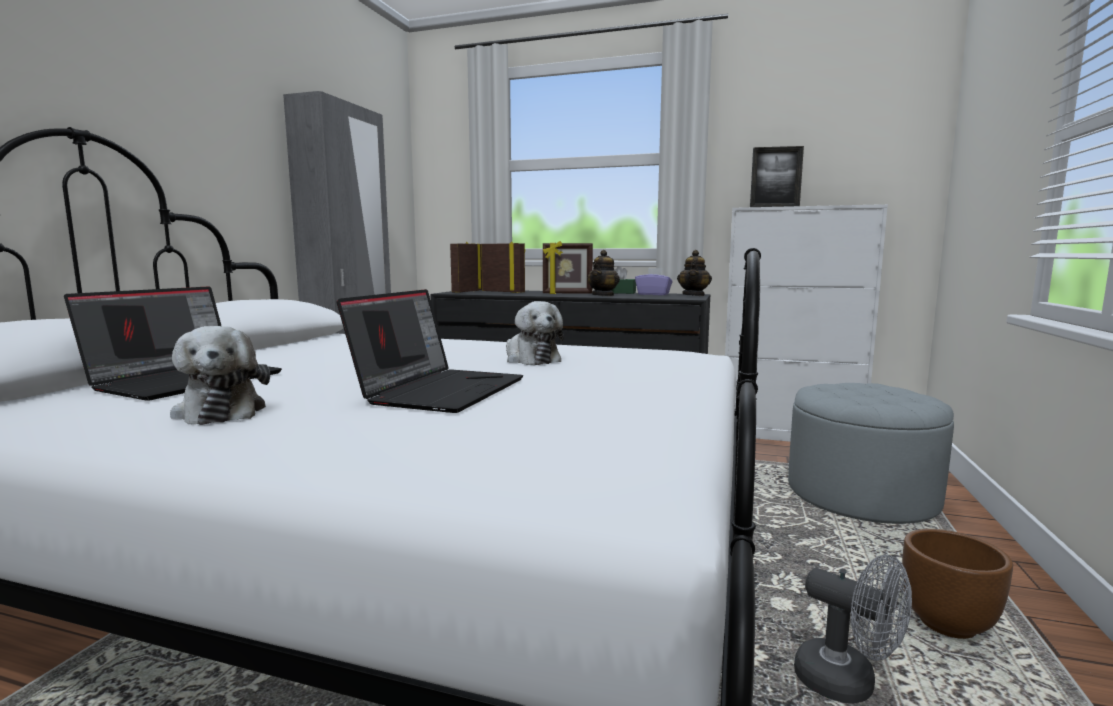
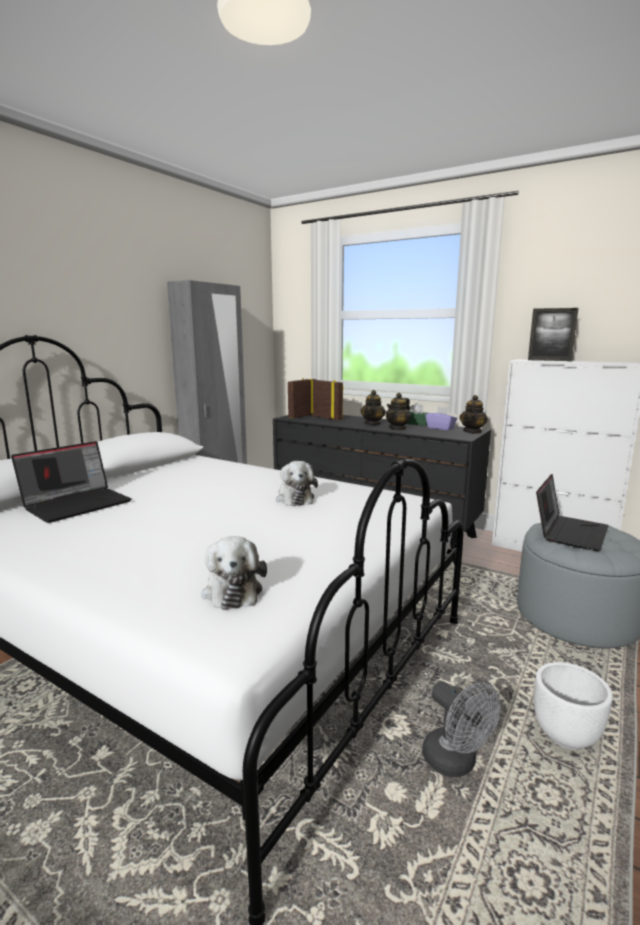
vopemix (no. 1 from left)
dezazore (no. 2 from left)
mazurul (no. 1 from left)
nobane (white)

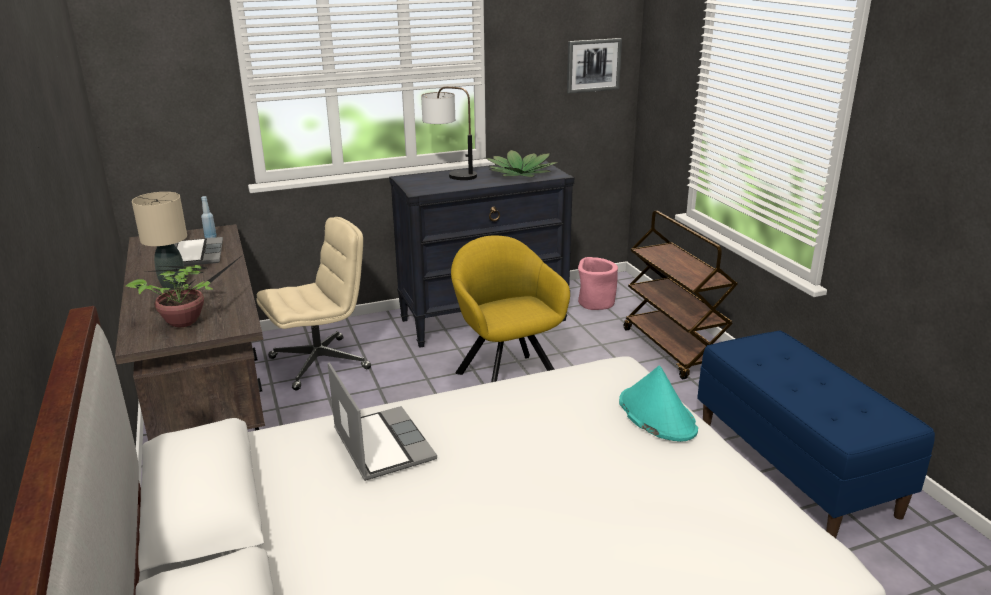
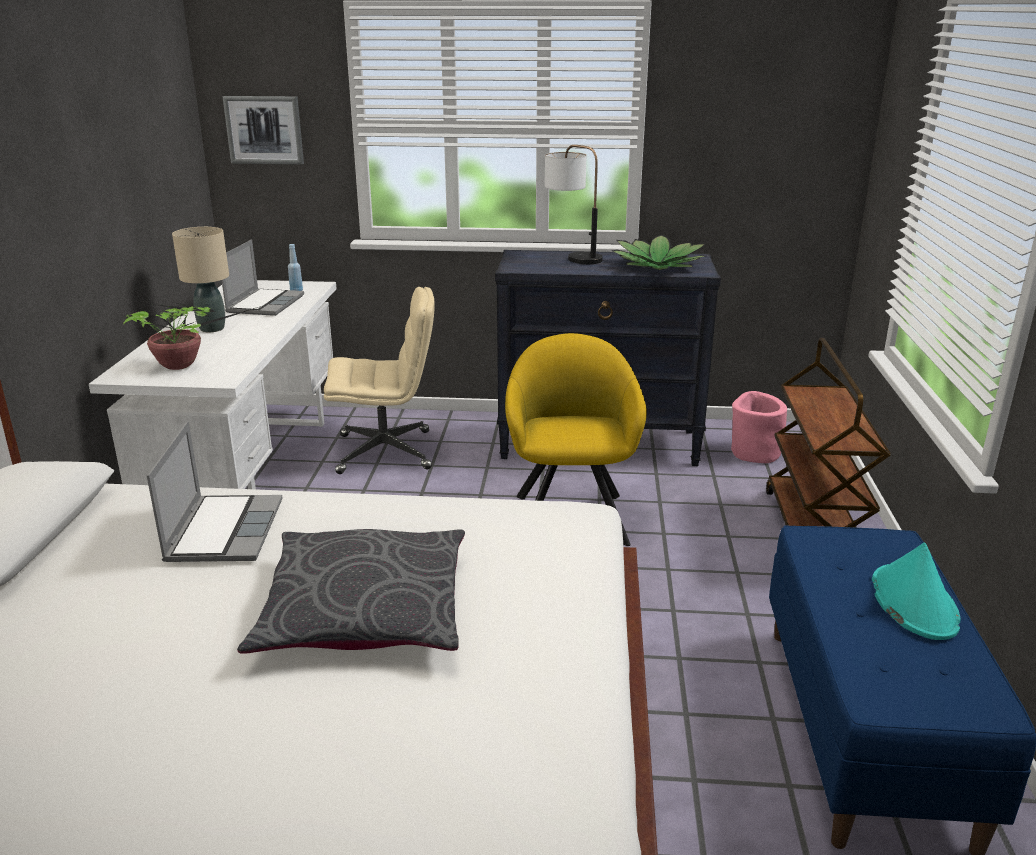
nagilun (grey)
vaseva
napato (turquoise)
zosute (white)

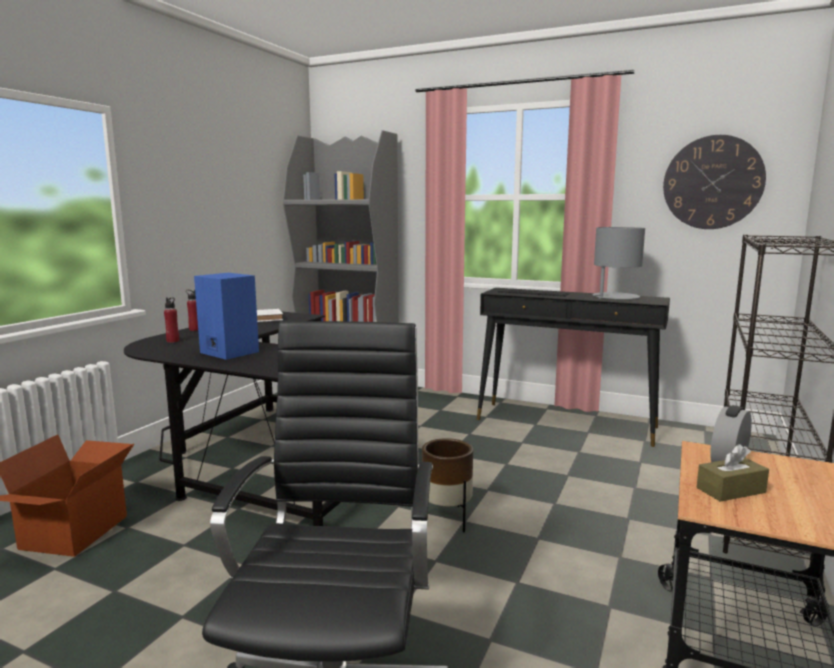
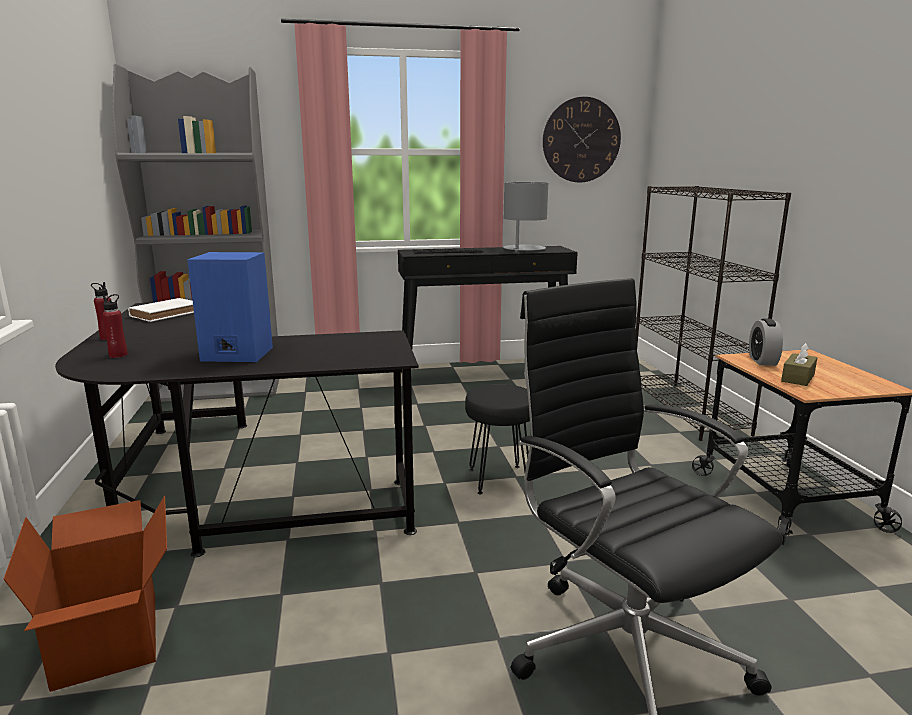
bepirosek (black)

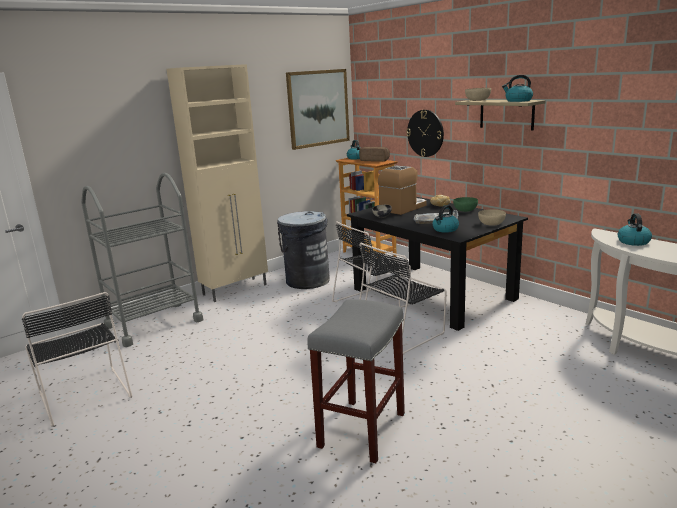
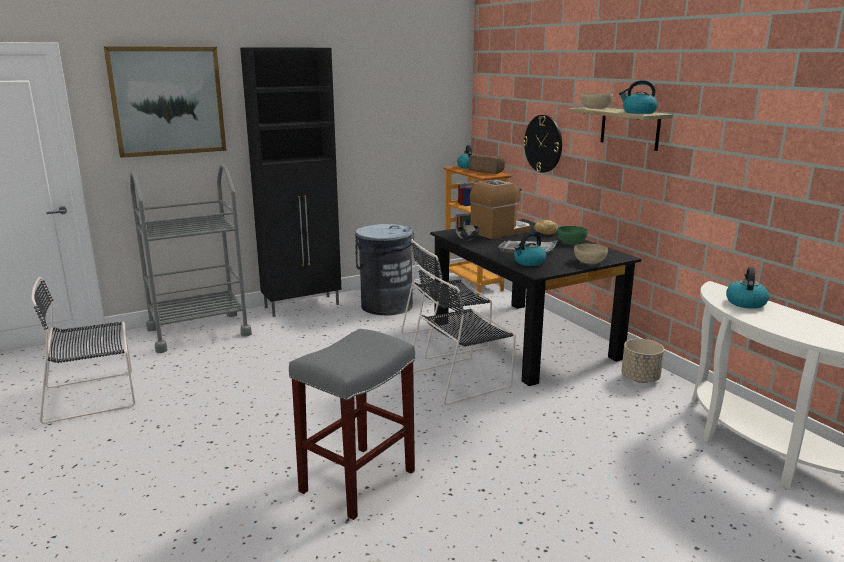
nobane (beige)
vaseva
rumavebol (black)
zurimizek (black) (no. 1 from left)

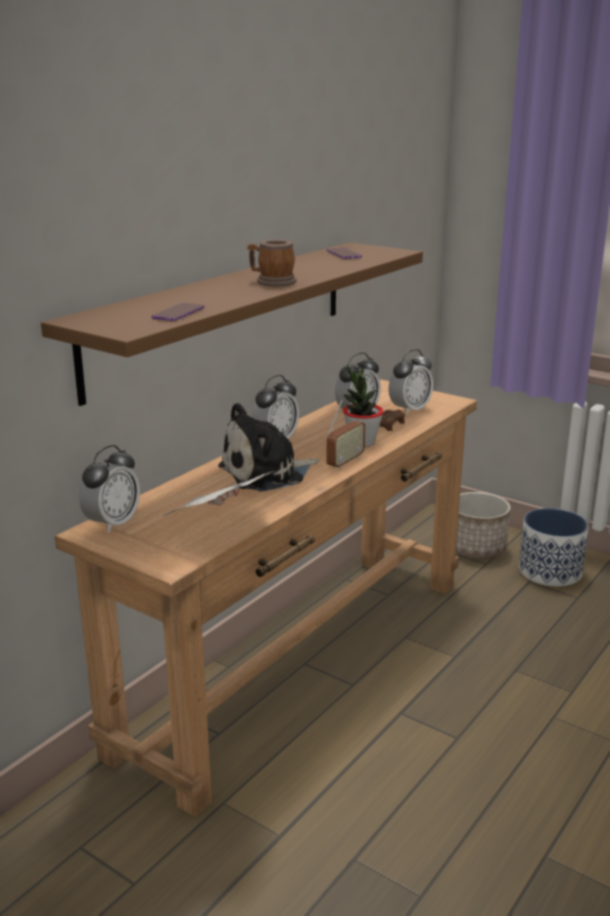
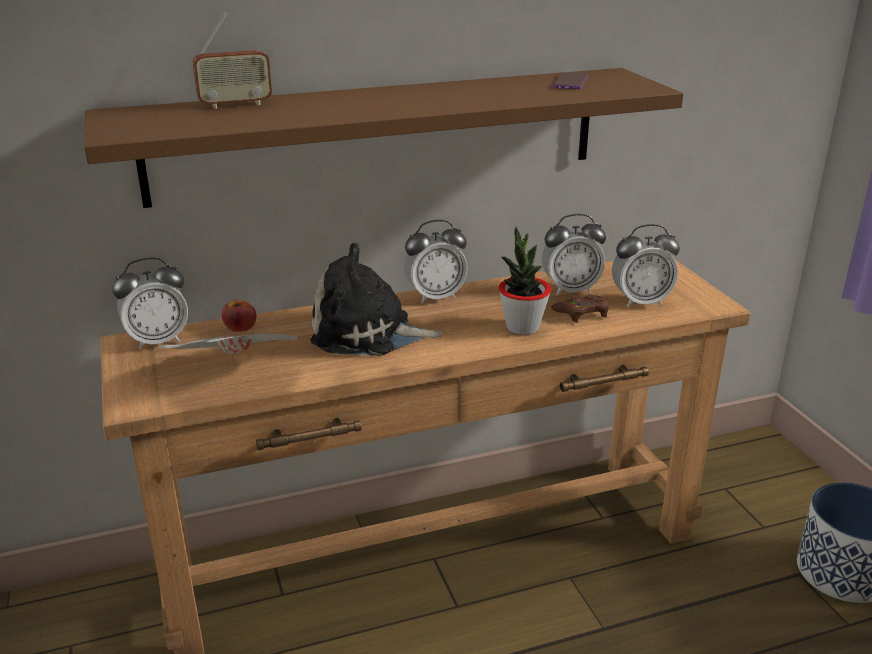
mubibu (no. 1 from left in the first image)
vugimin
nobane (no. 1 from left in the first image)
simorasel
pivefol

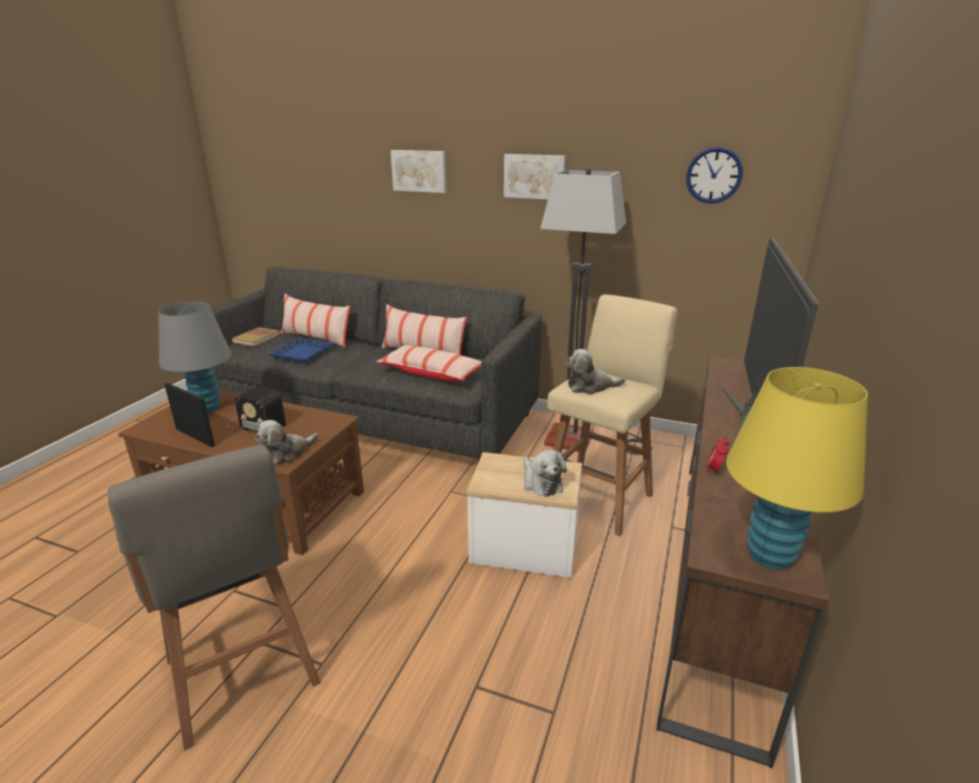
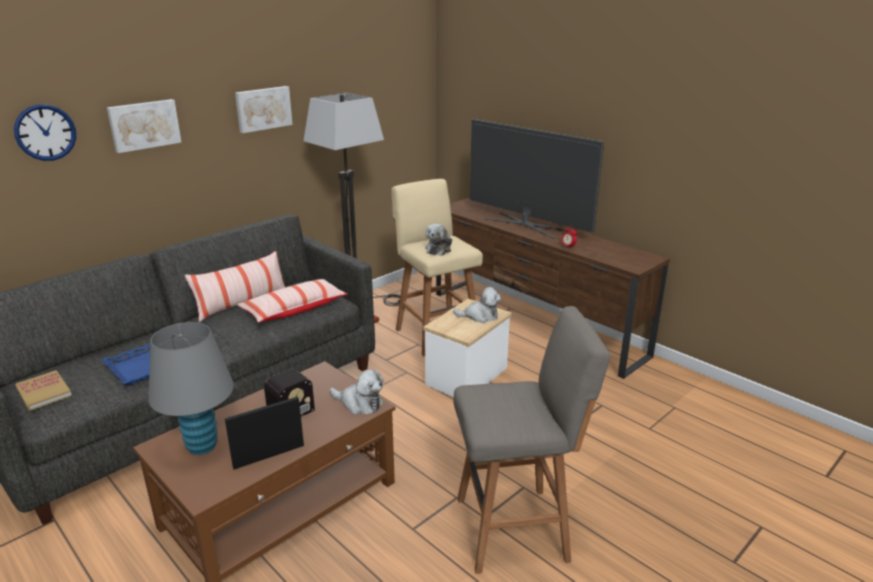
nagilun (no. 1 from left in the first image)
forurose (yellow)
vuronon
vopemix (no. 1 from left)

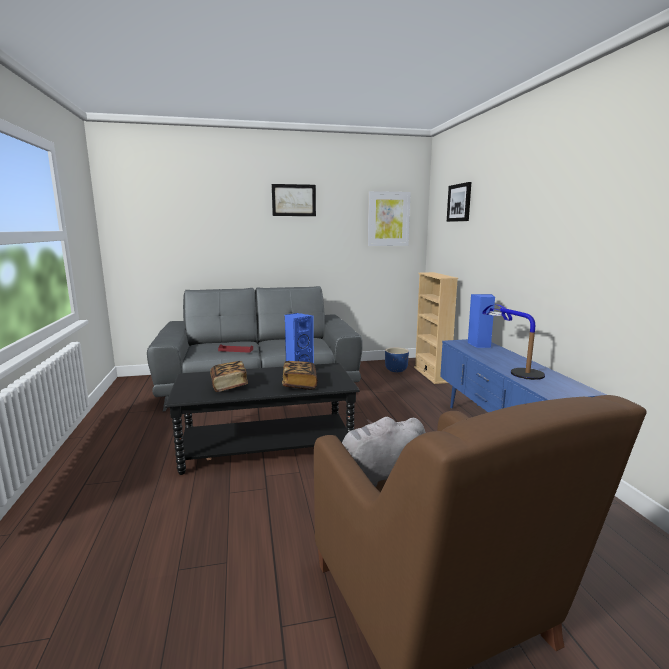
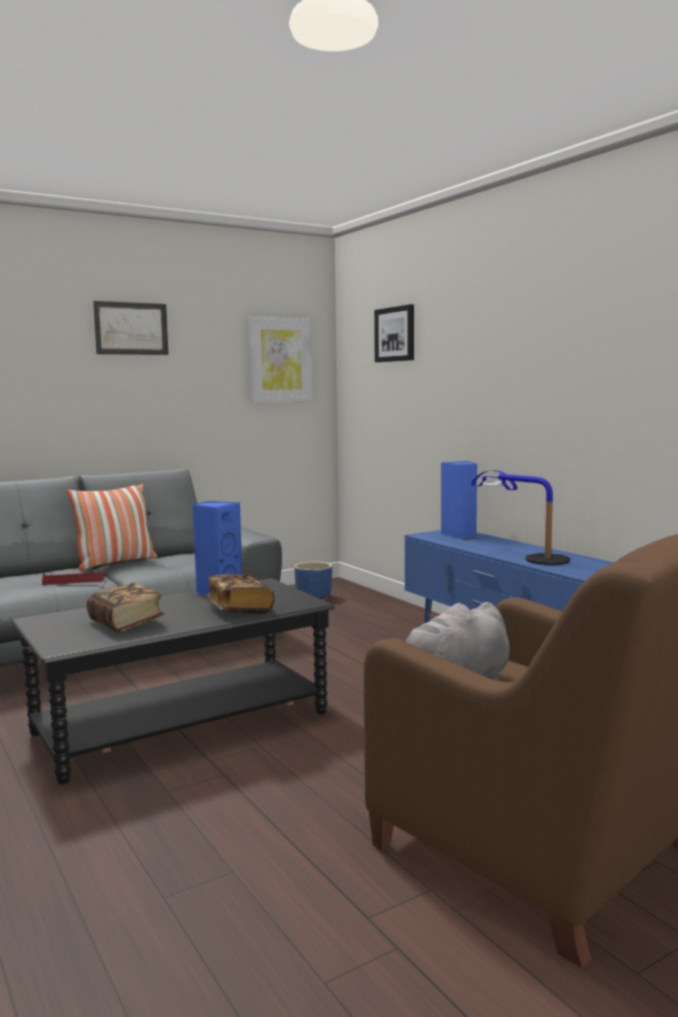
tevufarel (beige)
nagilun

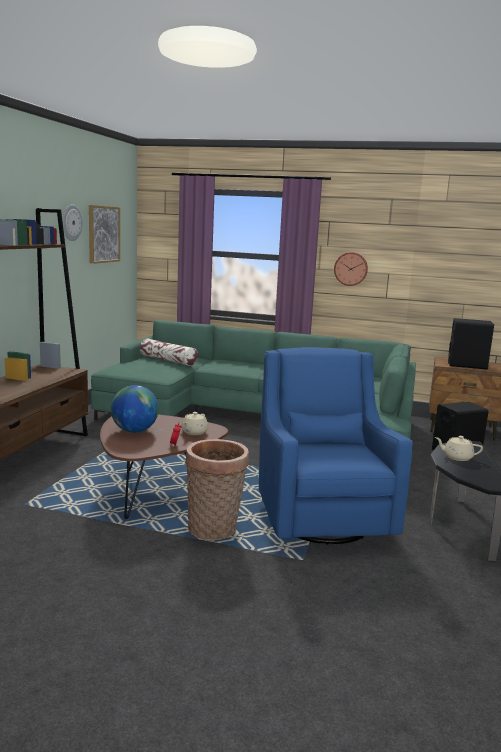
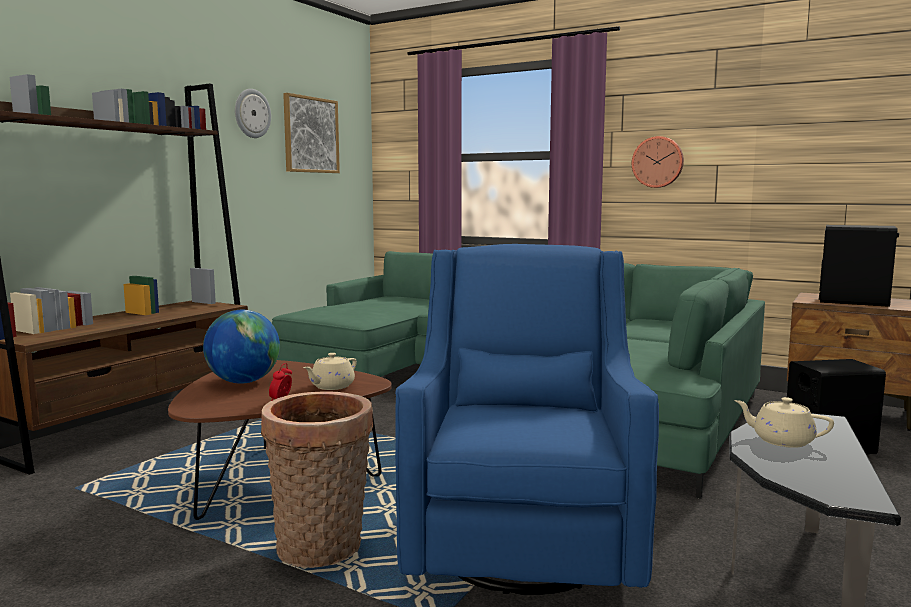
nagilun

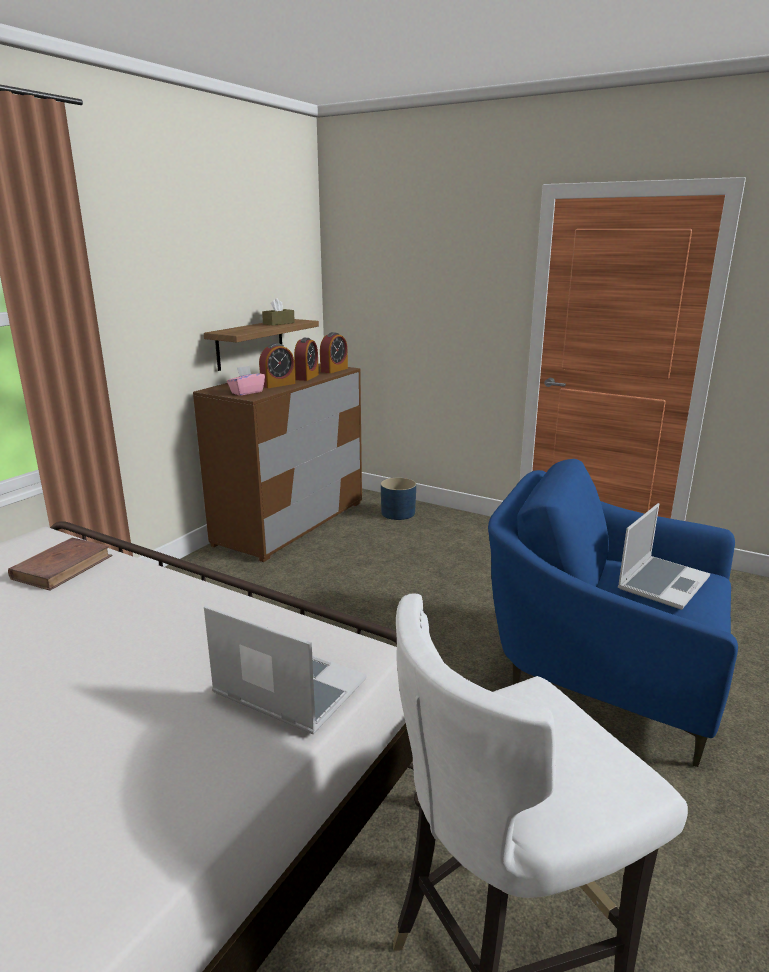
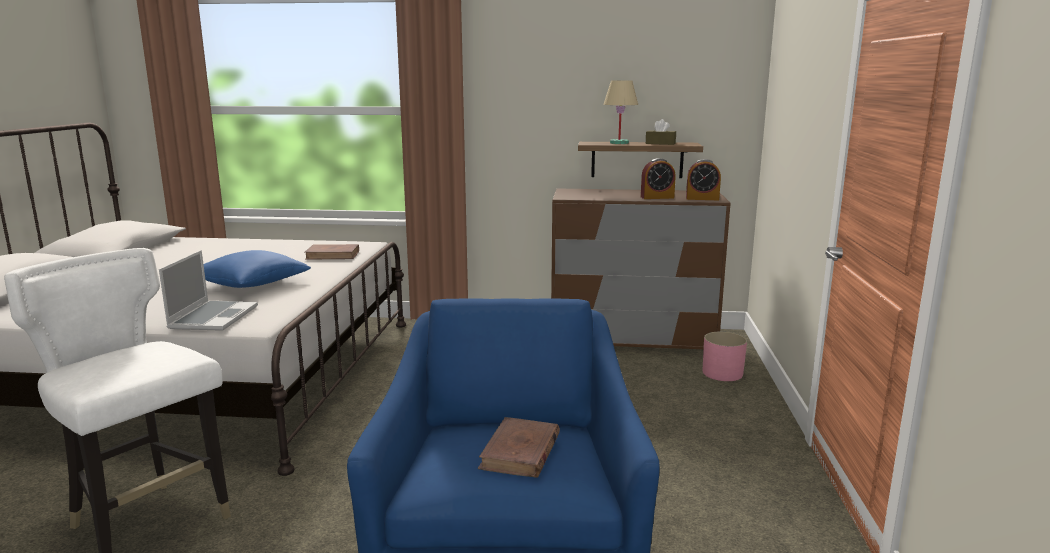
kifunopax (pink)
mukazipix (no. 1 from left in the first image)
nagilun (blue)
forurose (beige)
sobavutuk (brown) (no. 2 from left)
nobane (pink)

